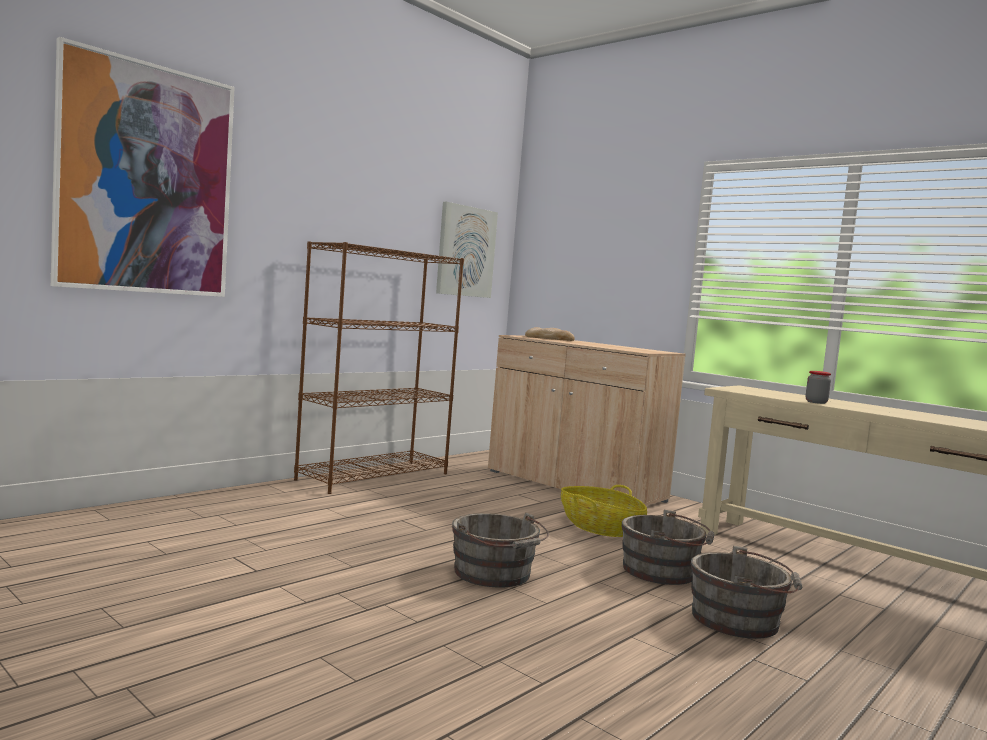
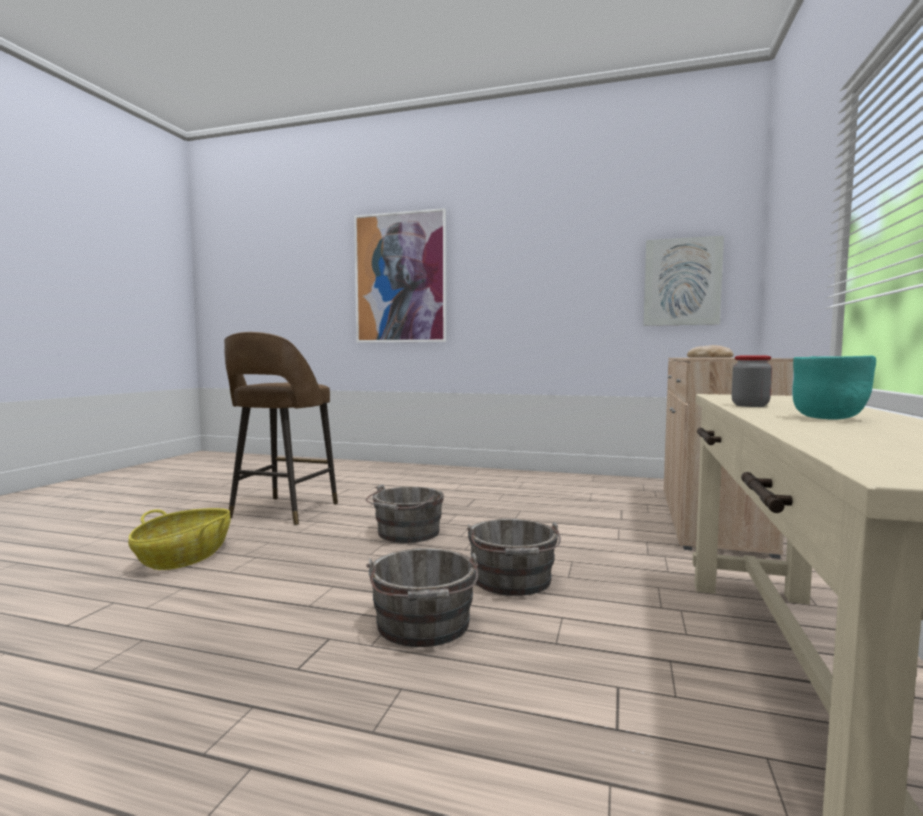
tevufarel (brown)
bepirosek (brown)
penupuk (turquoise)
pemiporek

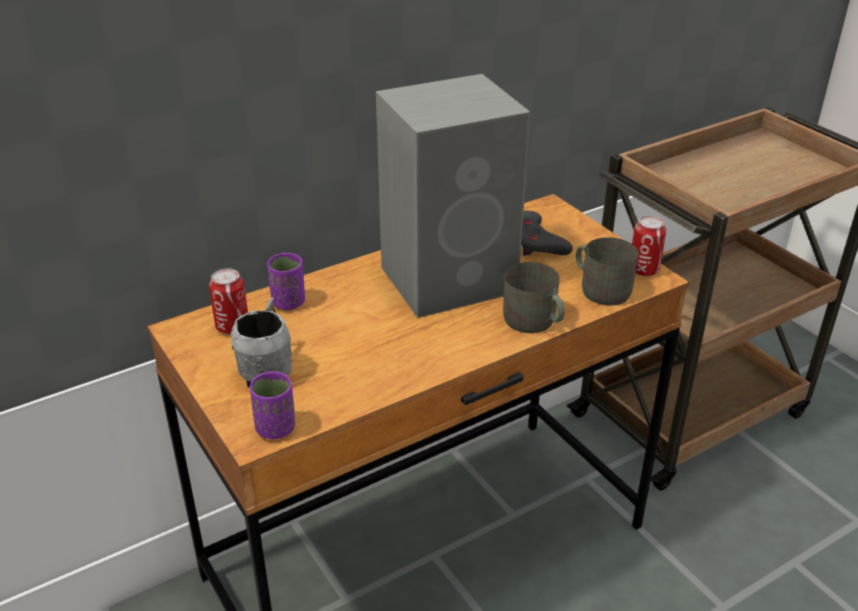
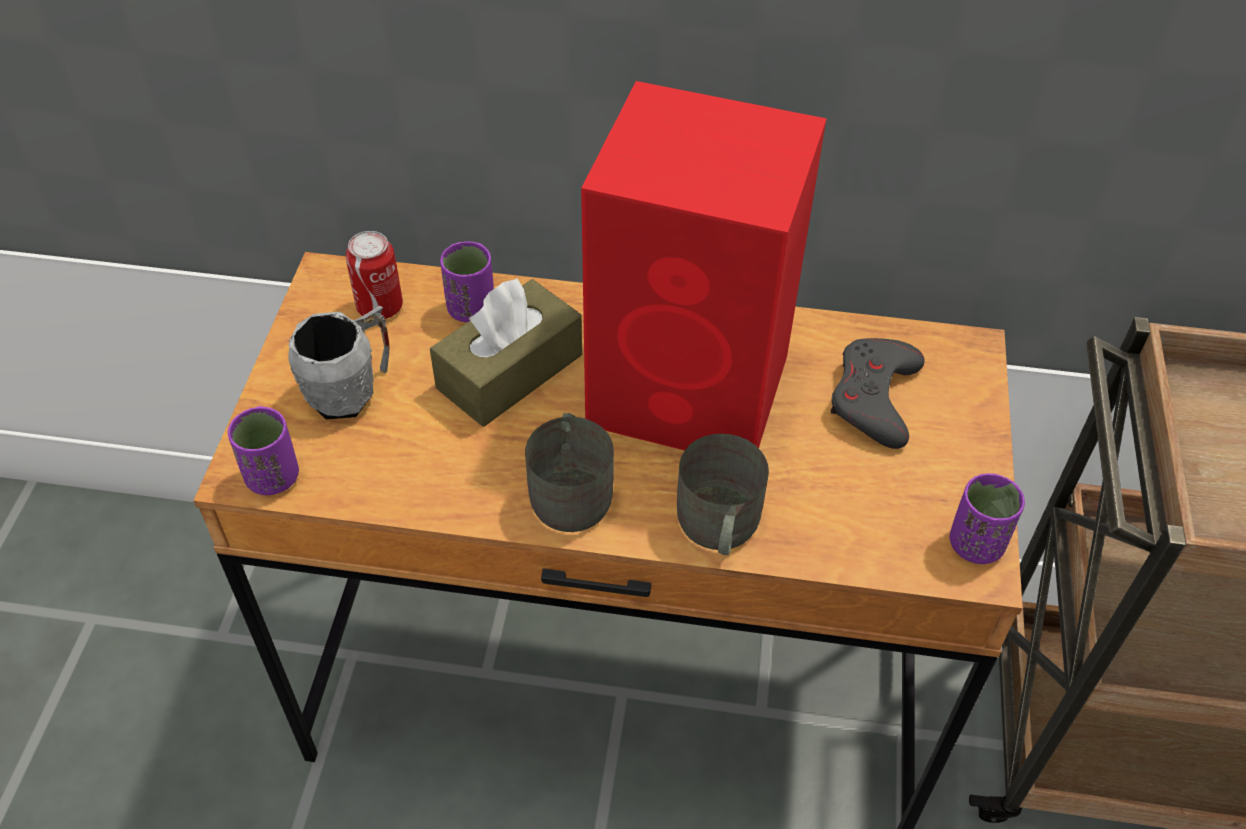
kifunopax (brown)
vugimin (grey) (no. 2 from left)
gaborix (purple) (no. 3 from left)
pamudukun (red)

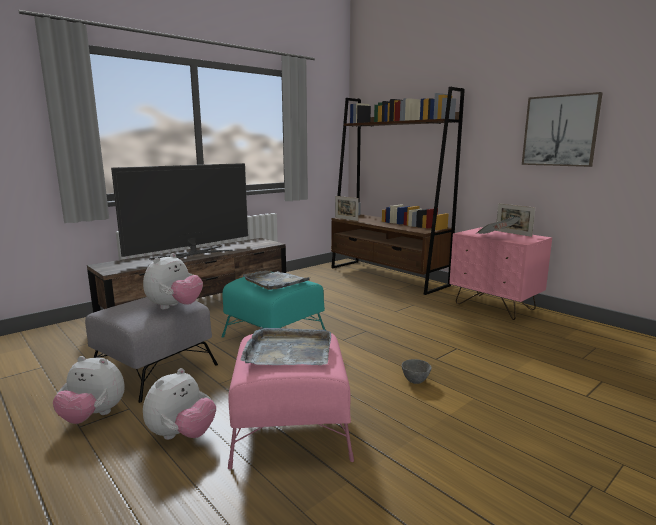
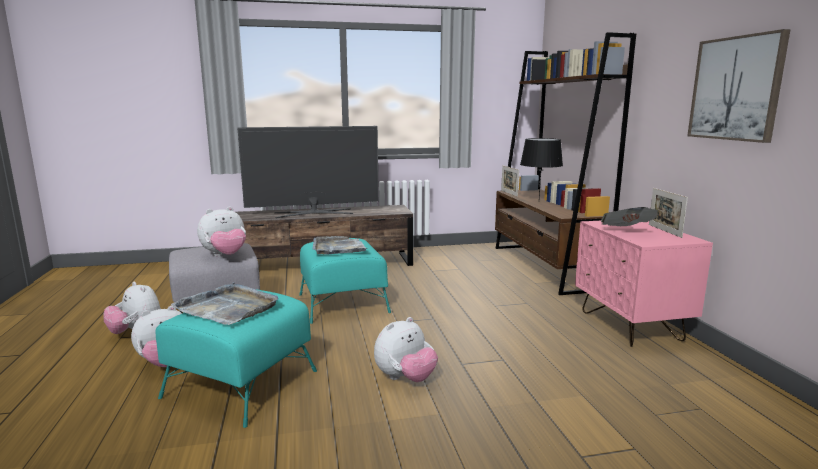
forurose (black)
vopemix (no. 4 from left)
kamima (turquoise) (no. 1 from left)

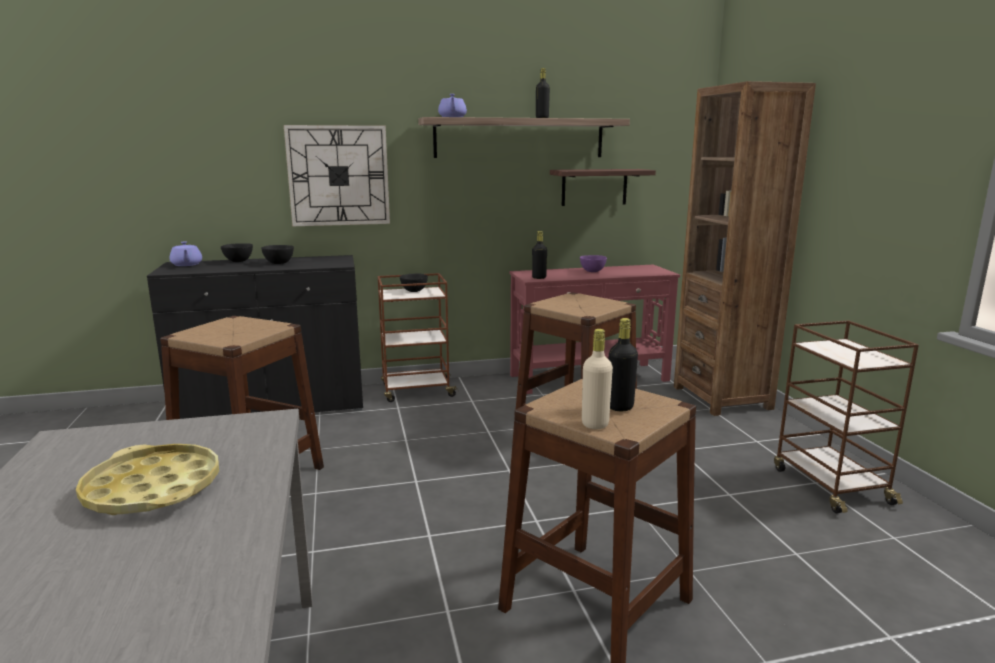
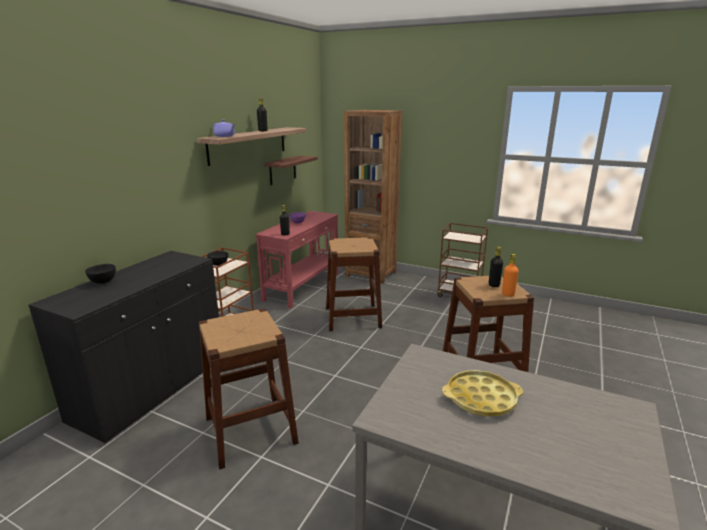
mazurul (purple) (no. 1 from left in the first image)
penupuk (black) (no. 2 from left in the first image)
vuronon
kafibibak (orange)

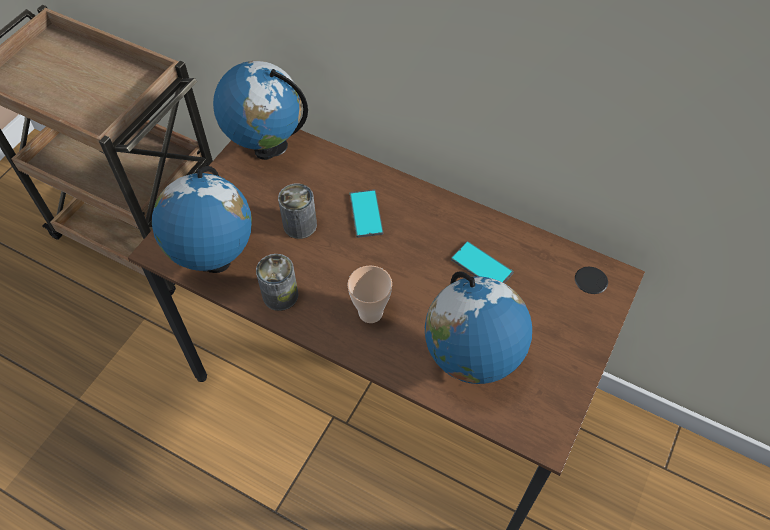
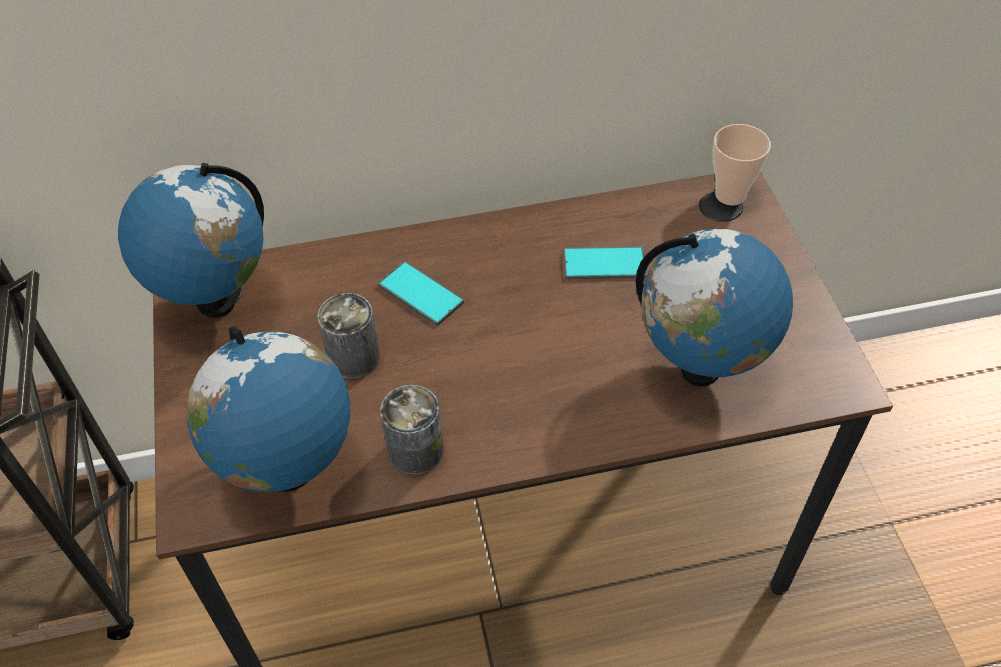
gaborix

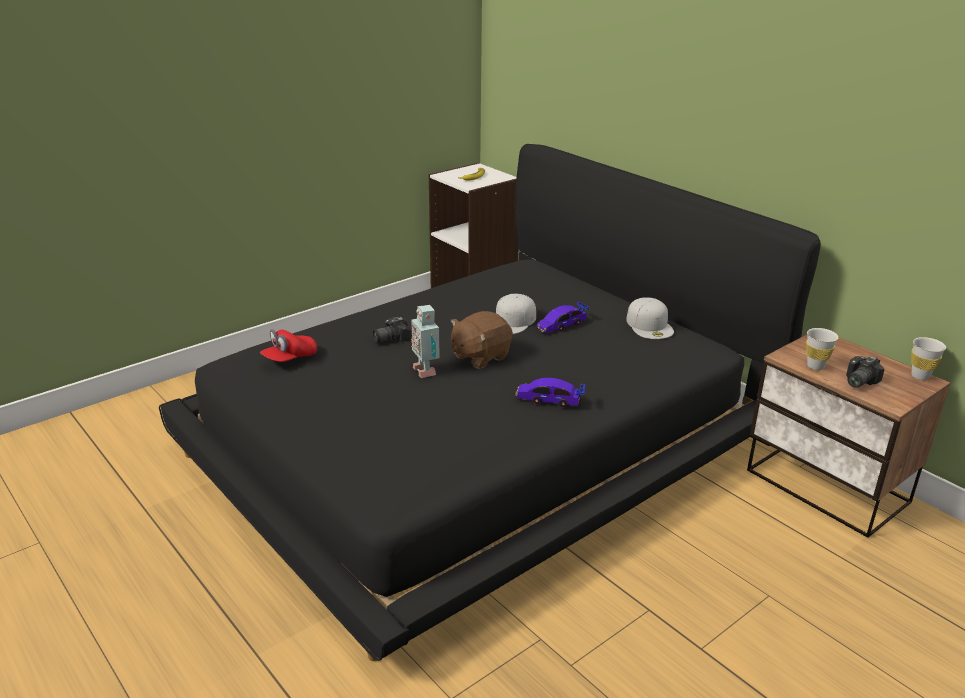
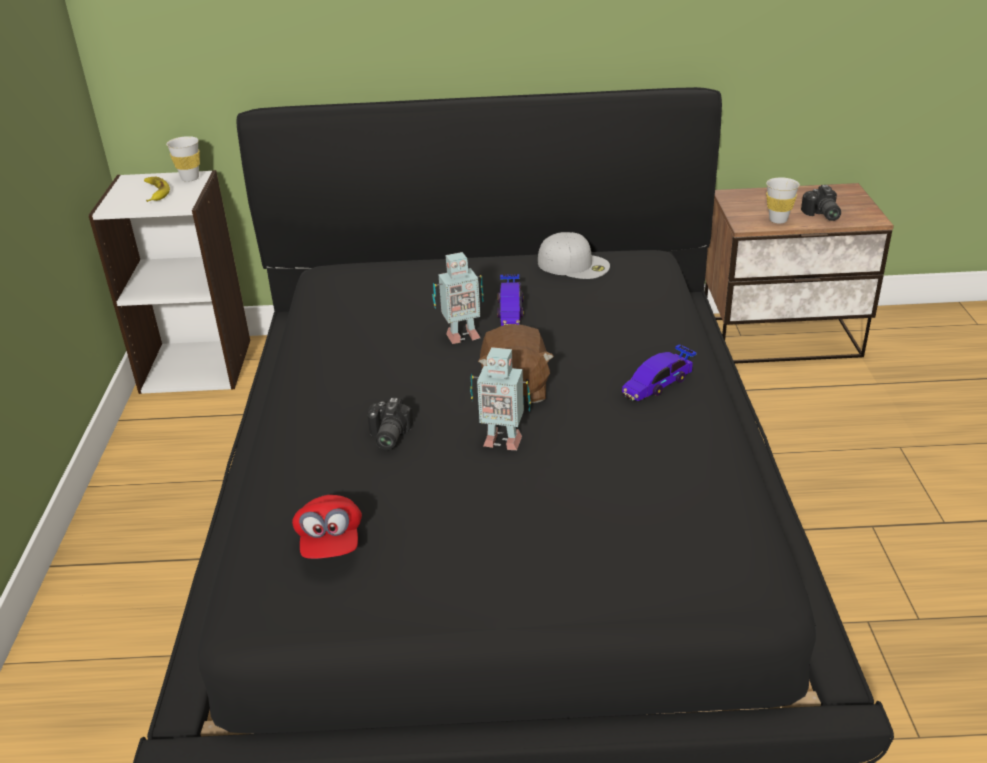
gaborix (white) (no. 1 from left)
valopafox (no. 1 from left)

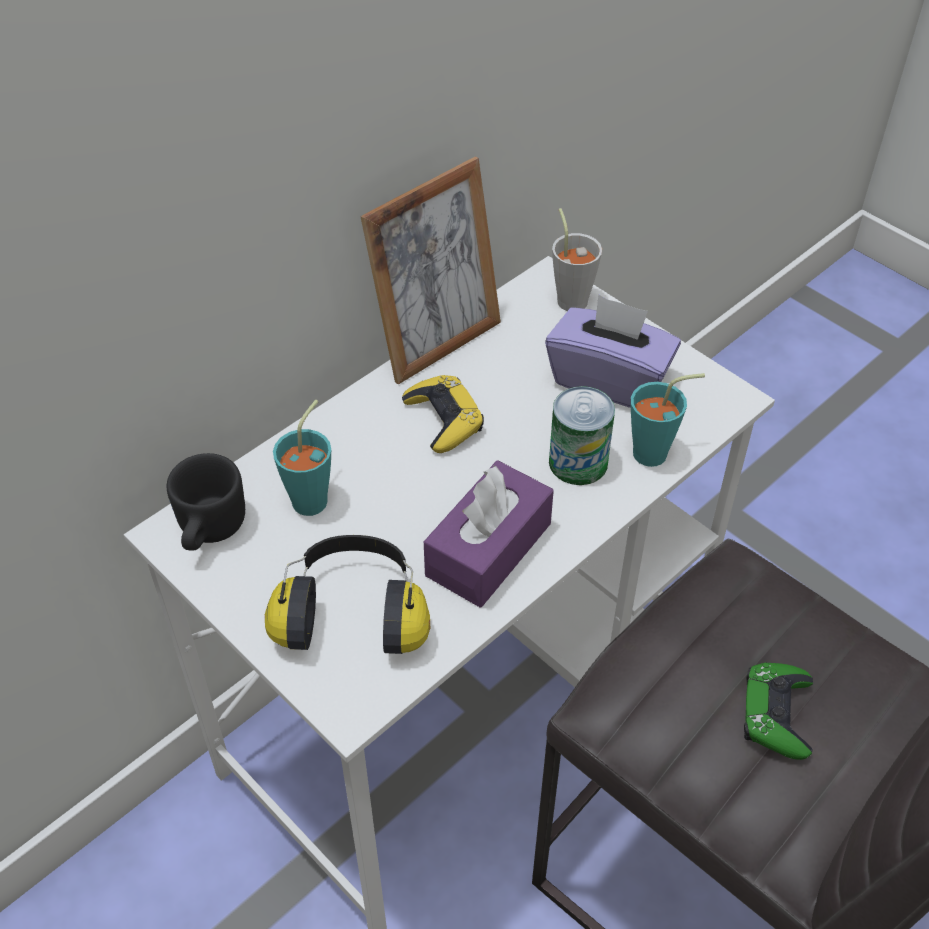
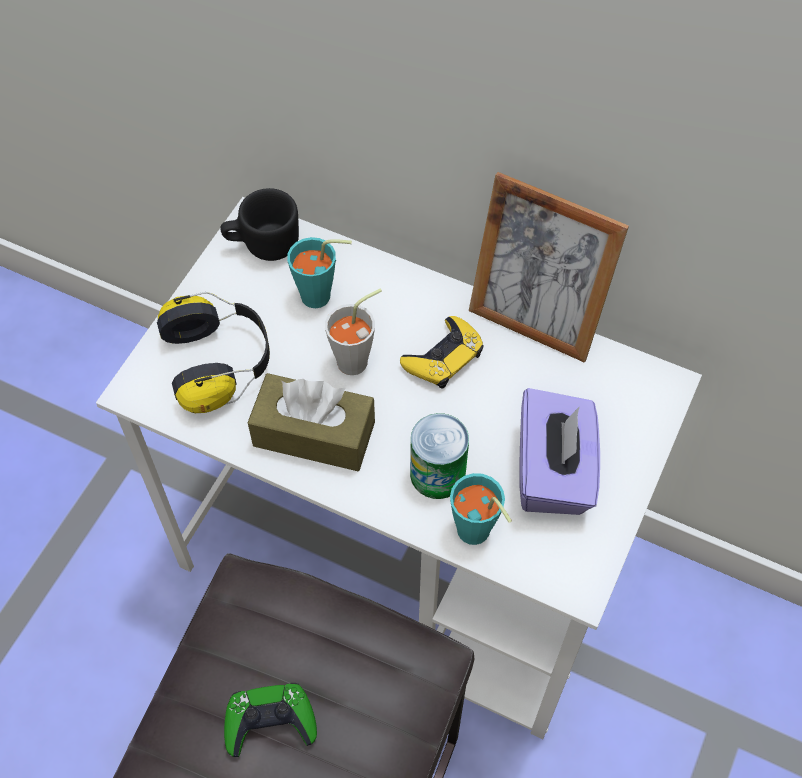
gaborix (grey)
kifunopax (brown)

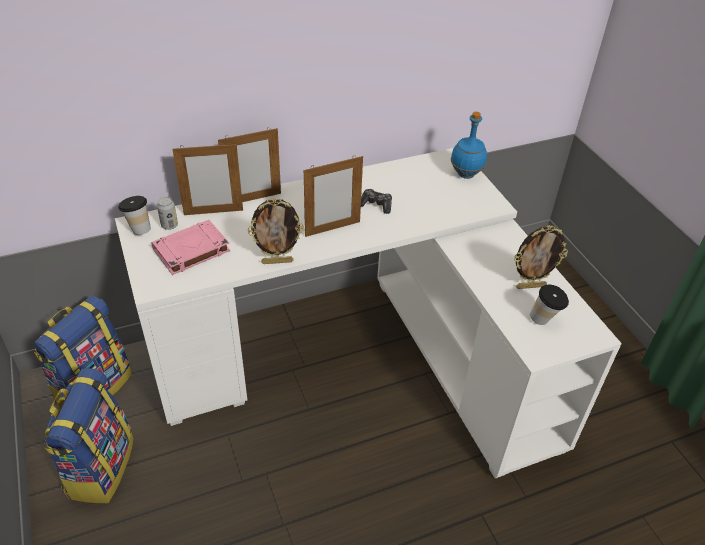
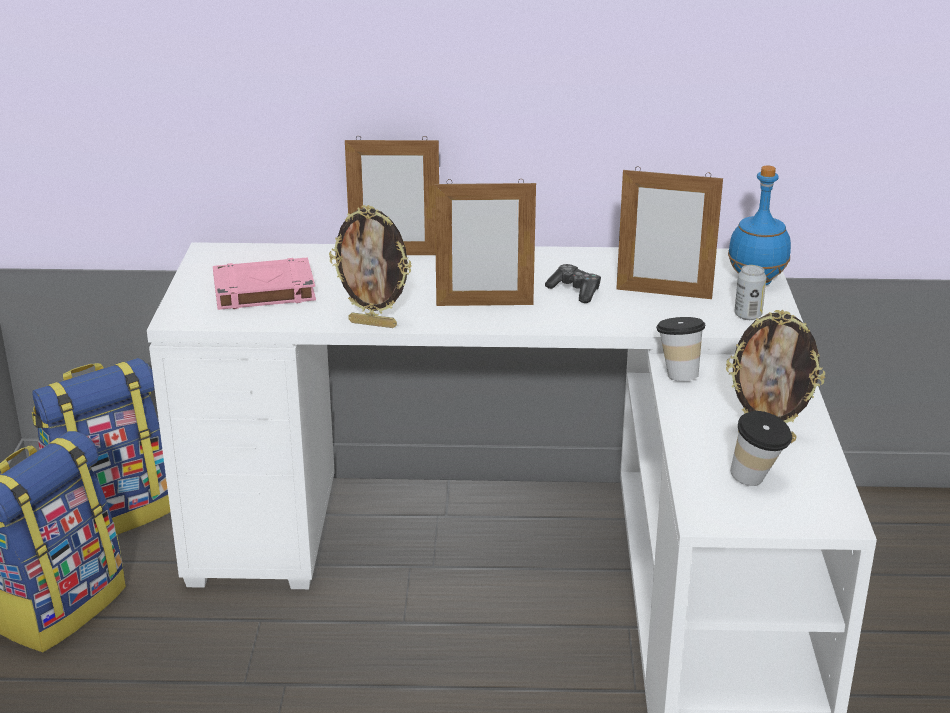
gaborix (no. 1 from left)
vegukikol
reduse (no. 4 from left)

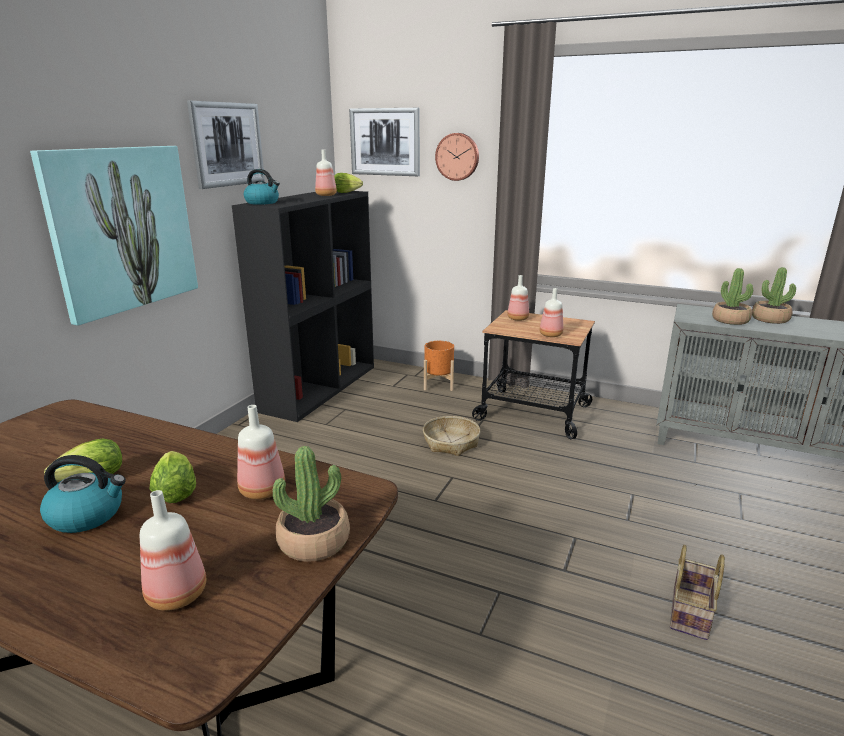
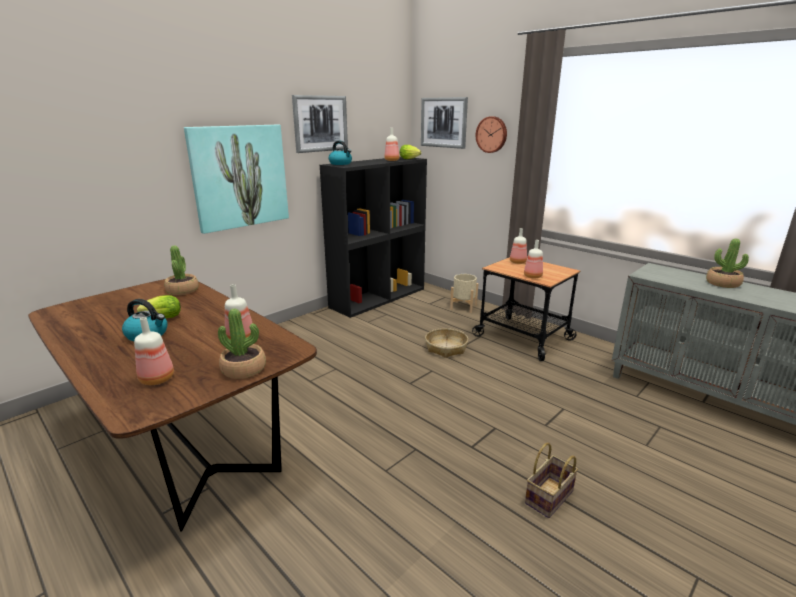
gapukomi (no. 2 from left in the first image)
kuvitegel (no. 1 from left)
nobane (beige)

